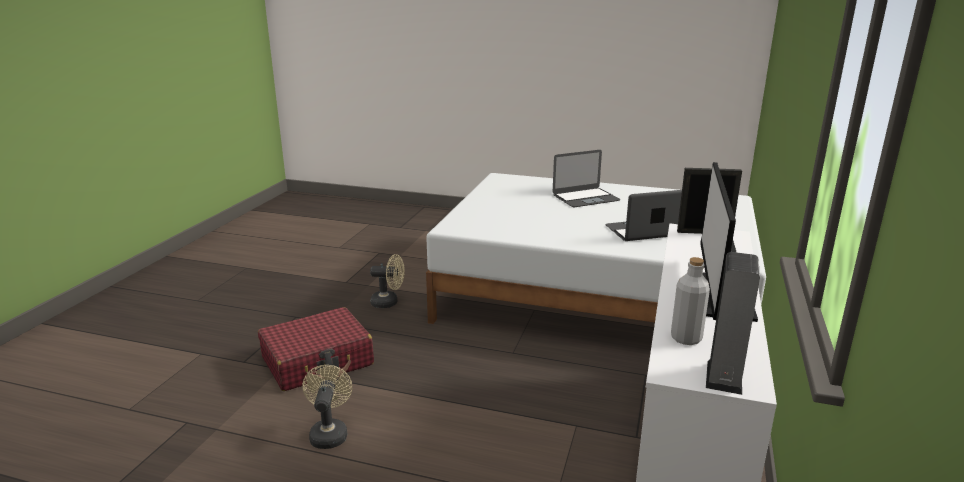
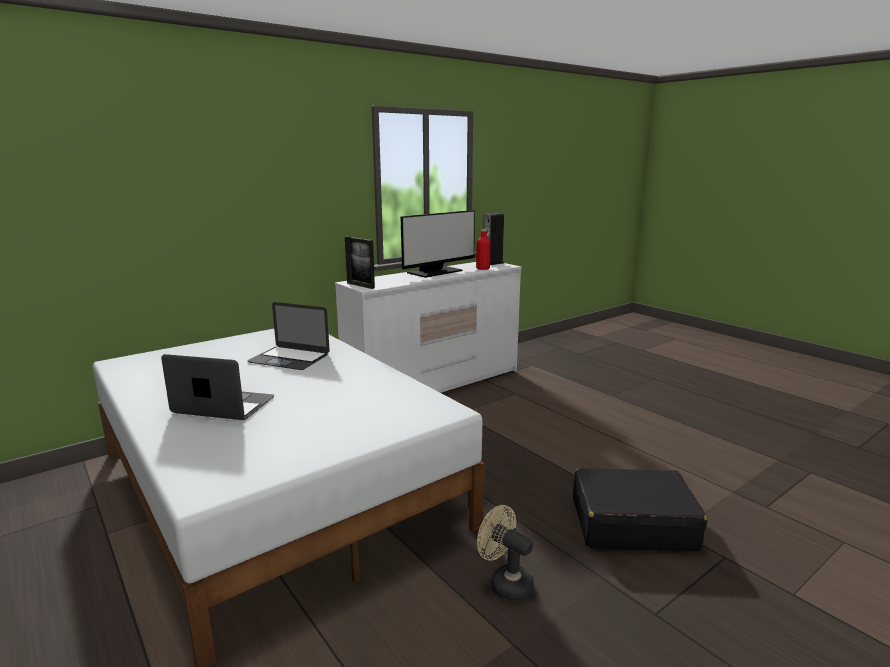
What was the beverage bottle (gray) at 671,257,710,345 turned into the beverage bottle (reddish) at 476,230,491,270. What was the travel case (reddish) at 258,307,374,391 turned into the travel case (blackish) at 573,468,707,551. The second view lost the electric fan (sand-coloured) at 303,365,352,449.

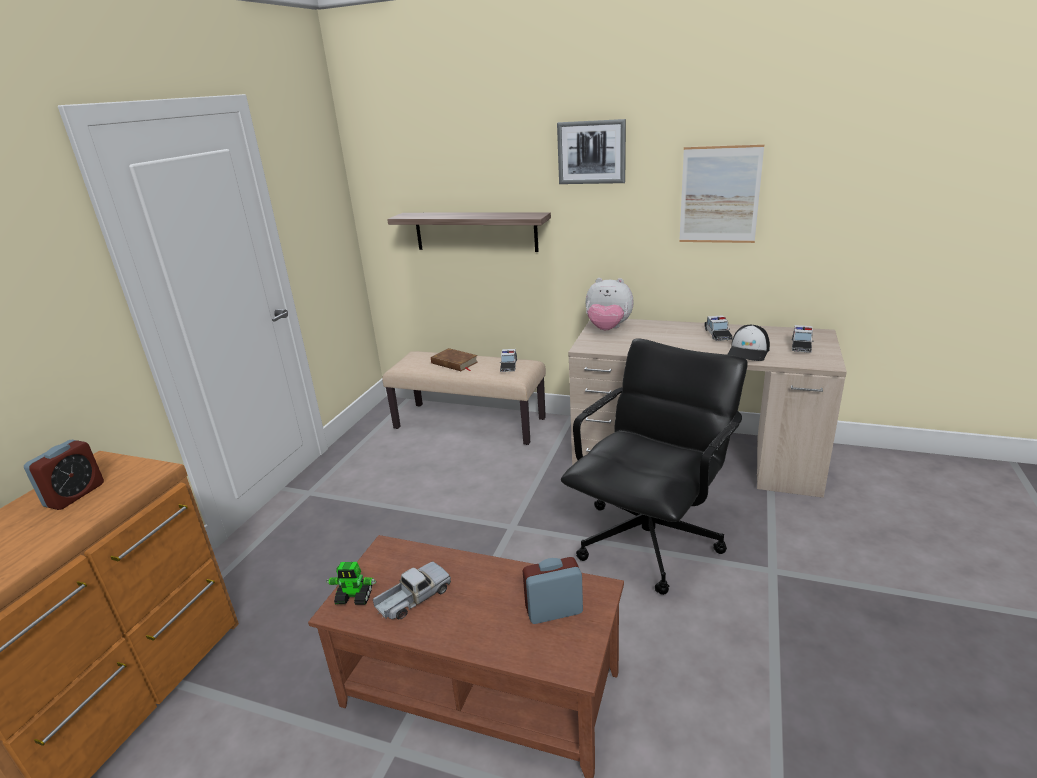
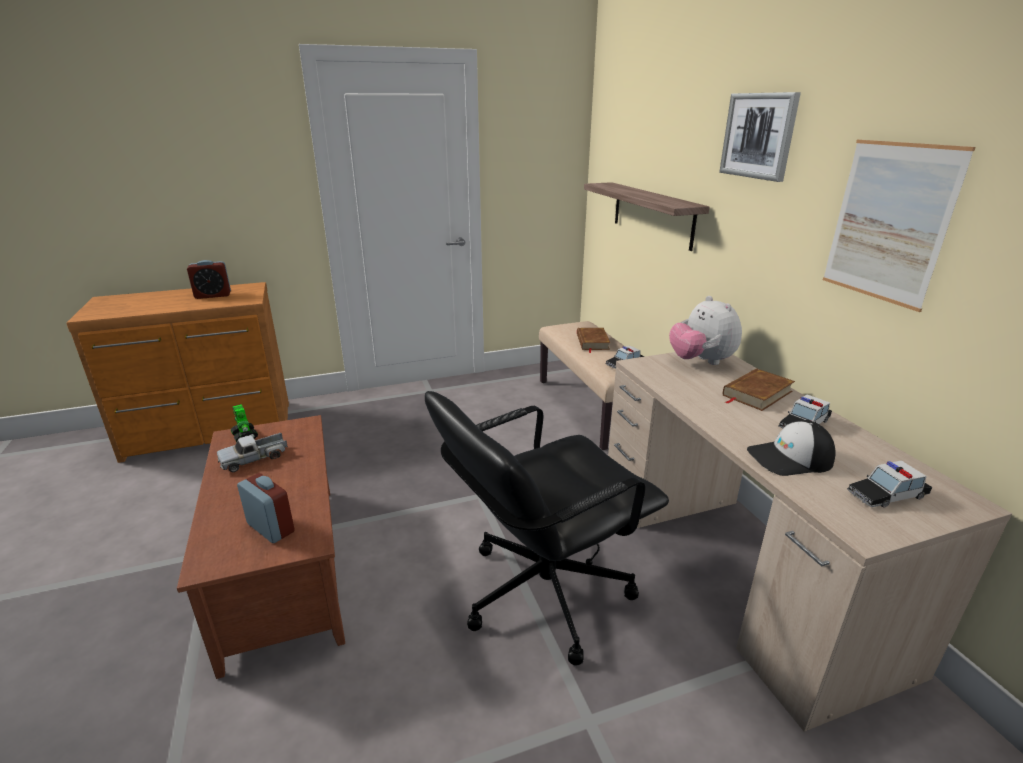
The office chair (blackish) at 561,338,748,595 ended up facing another way, 150 degrees clockwise from before. The toy truck at 373,562,451,620 ended up facing another way, 135 degrees clockwise from before. The second view gained the volume (brownish) at 723,368,795,411.

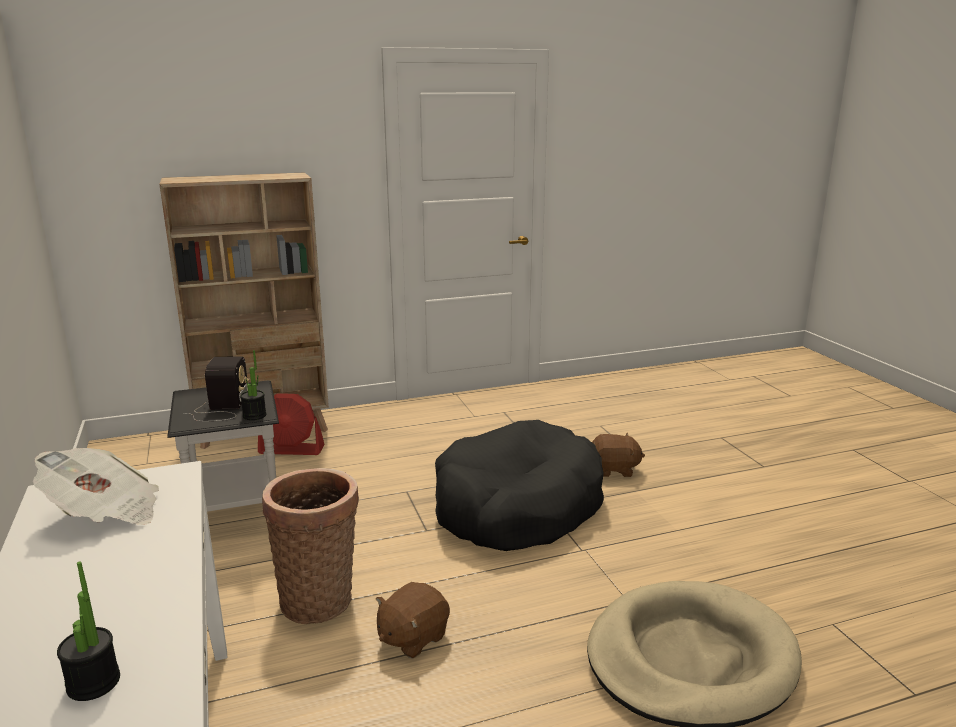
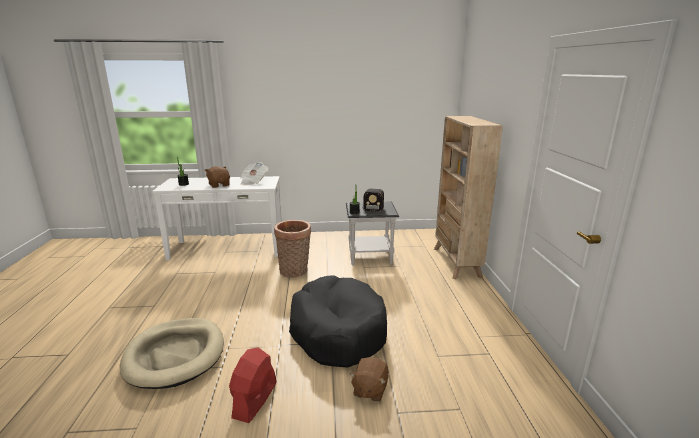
The electric fan (reddish) ended up elsewhere, having gone from 258,393,325,455 to 229,347,277,423. The soft toy (brownish) ended up elsewhere, having gone from 376,582,450,658 to 205,166,230,188.

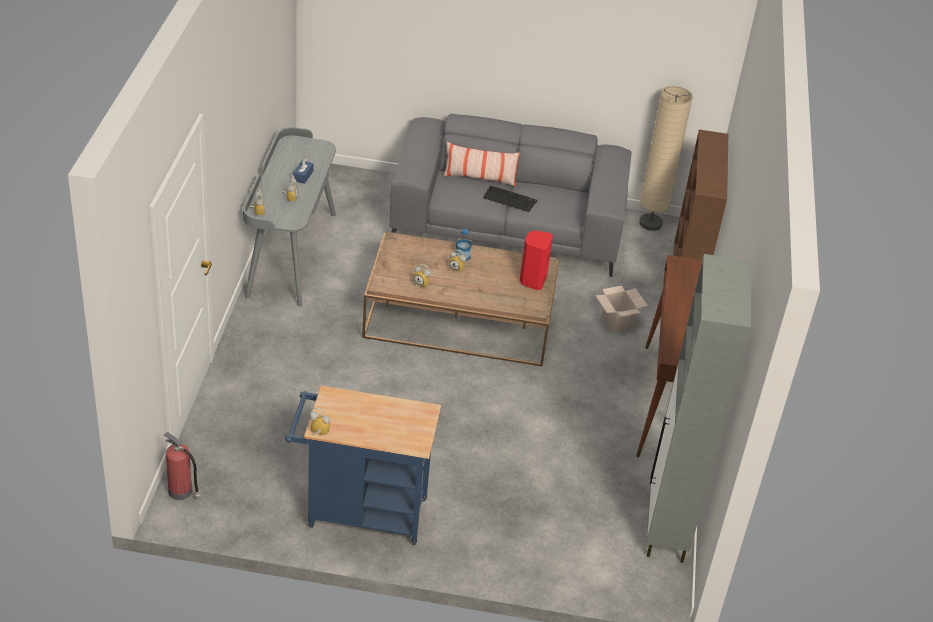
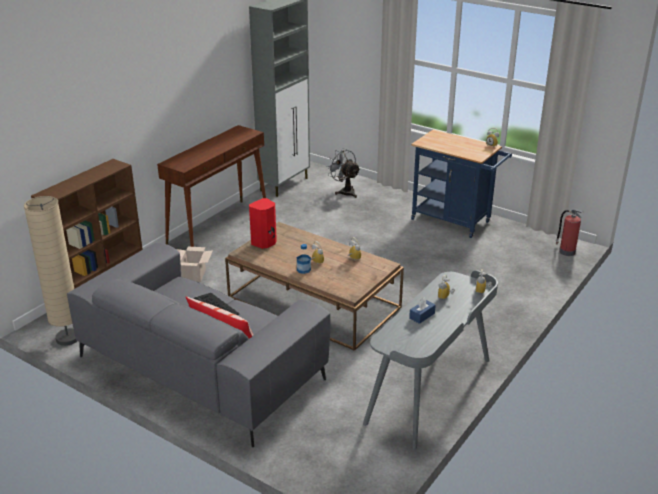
The second view gained the electric fan (gray) at 326,148,360,198.

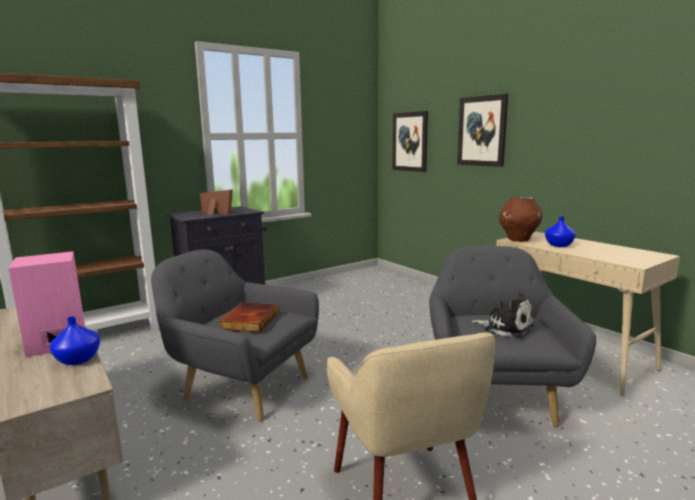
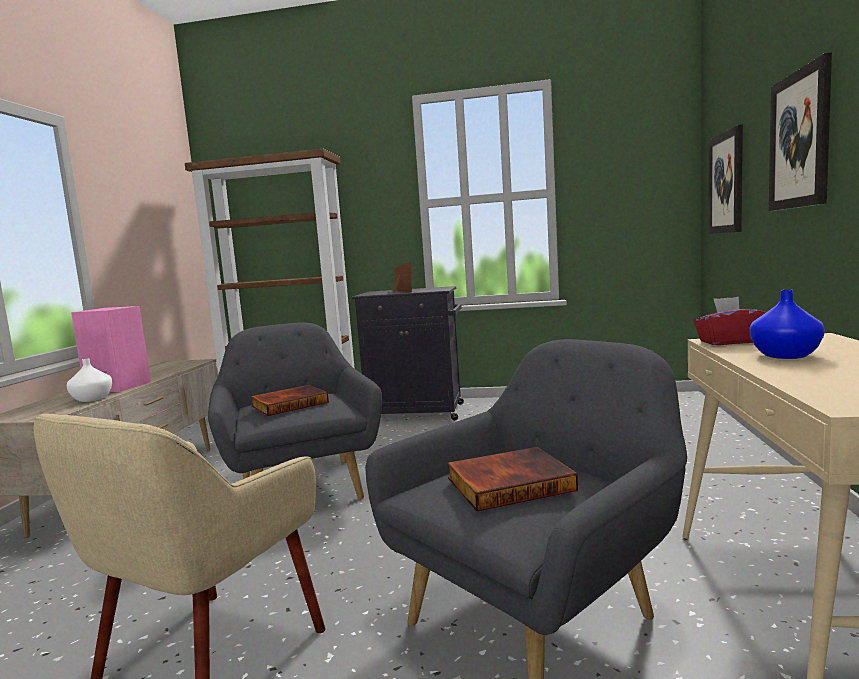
Where the flower vase (brownish) stood at 499,197,542,242, the tissue holder (reddish) came to stand at 694,297,766,345. Where the soft toy stood at 472,293,533,338, the volume came to stand at 447,447,578,511. What was the flower vase (blue-coloured) at 50,316,100,365 turned into the flower vase (whitish) at 67,359,112,402.

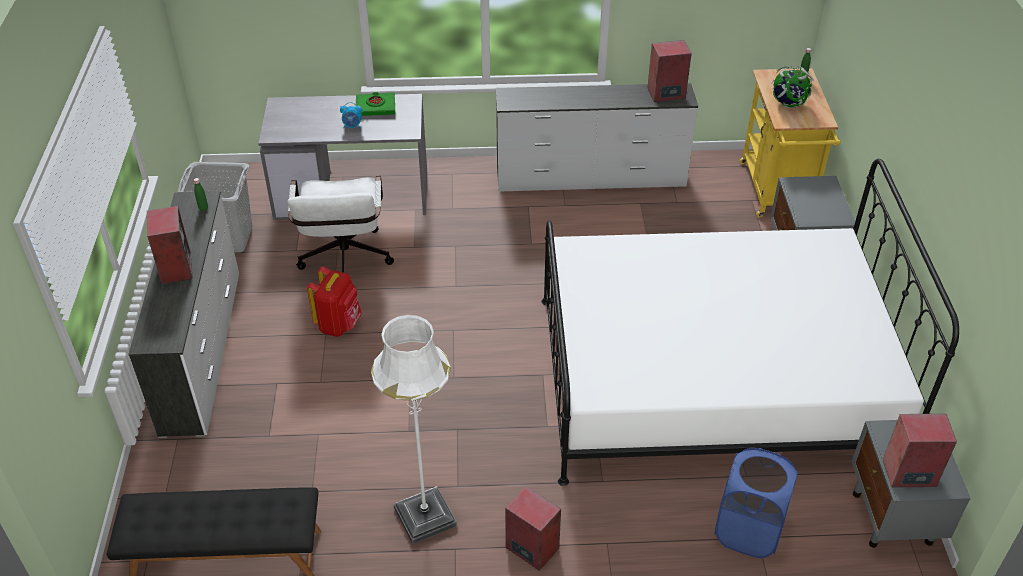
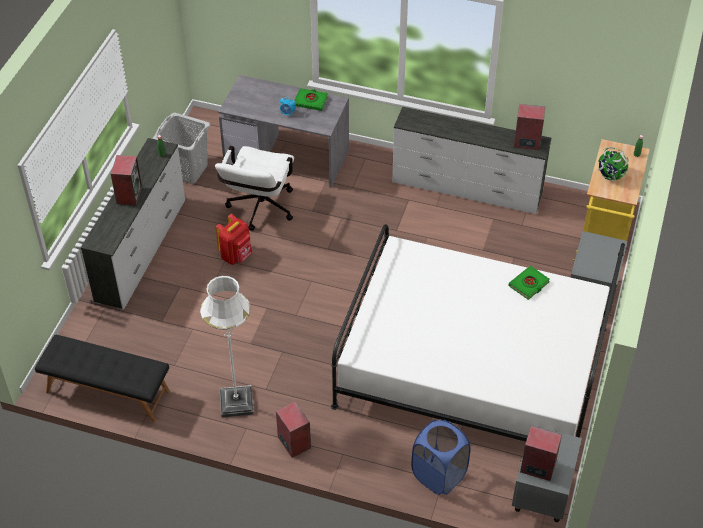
The second view gained the volume (green-coloured) at 508,266,550,300.

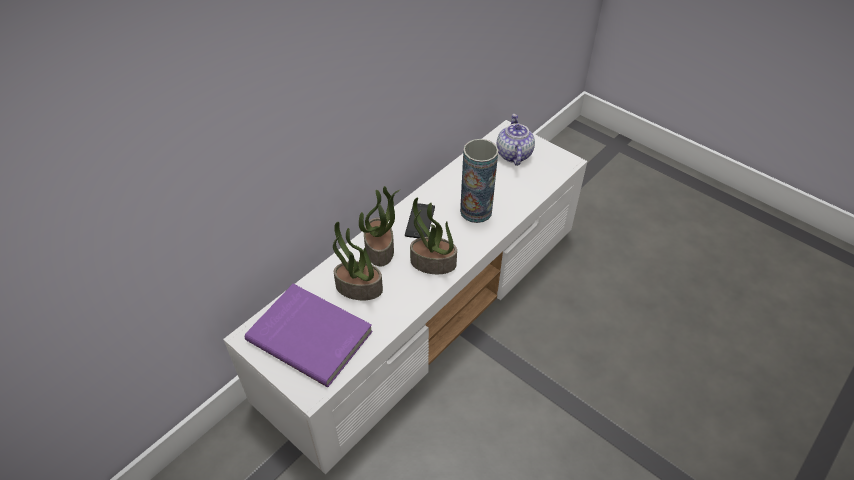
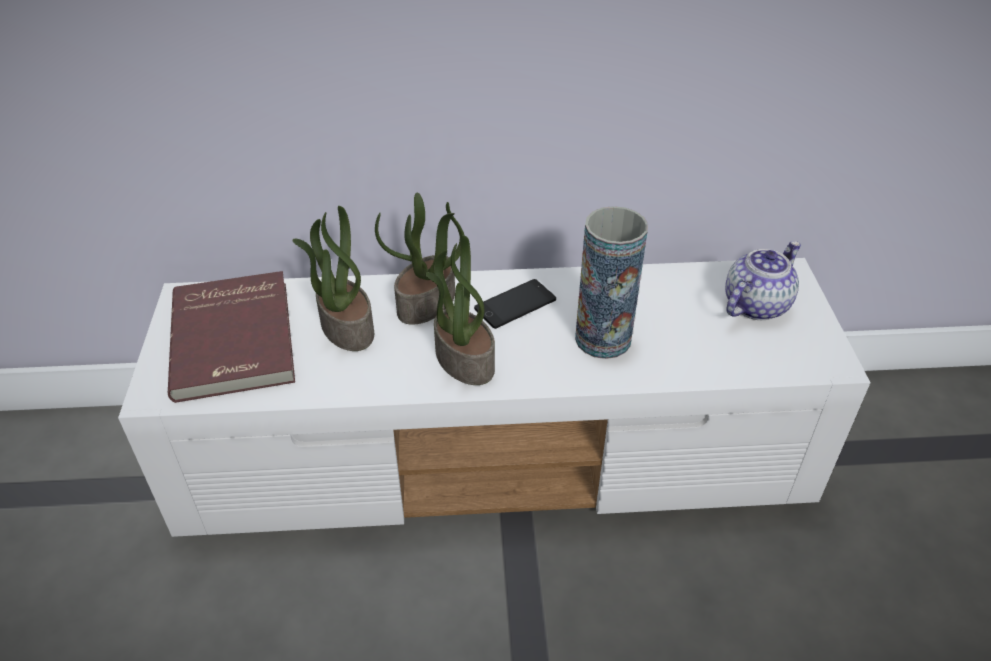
What was the volume (purple-coloured) at 245,284,373,387 turned into the volume (reddish) at 168,271,295,403.

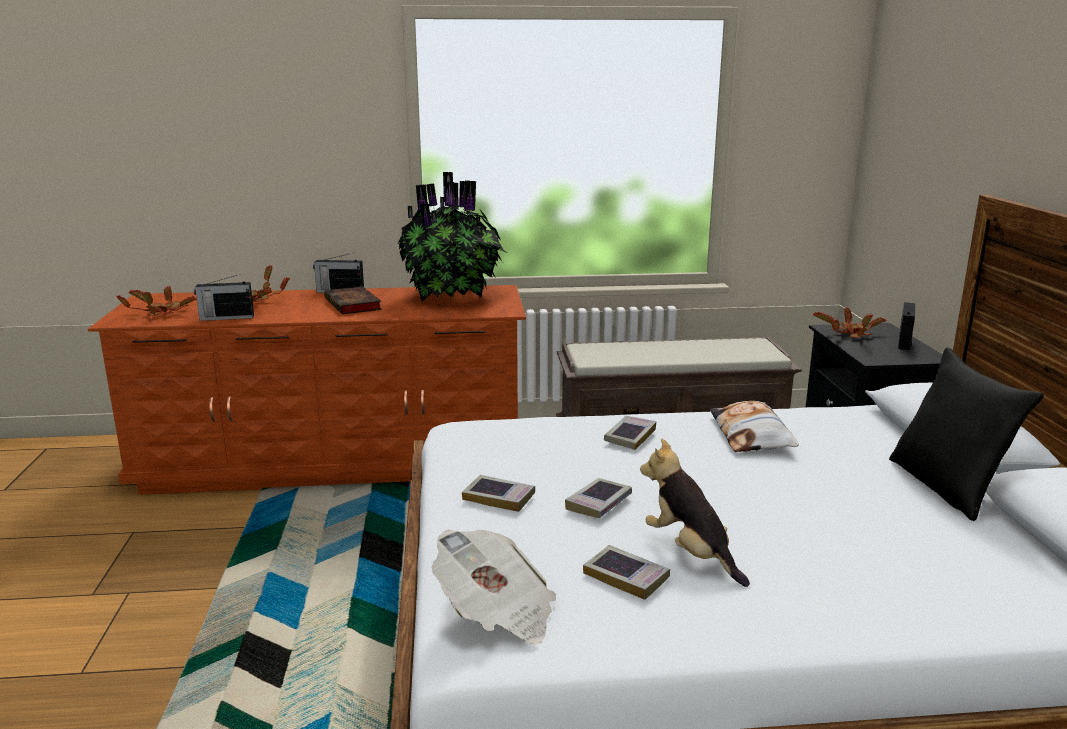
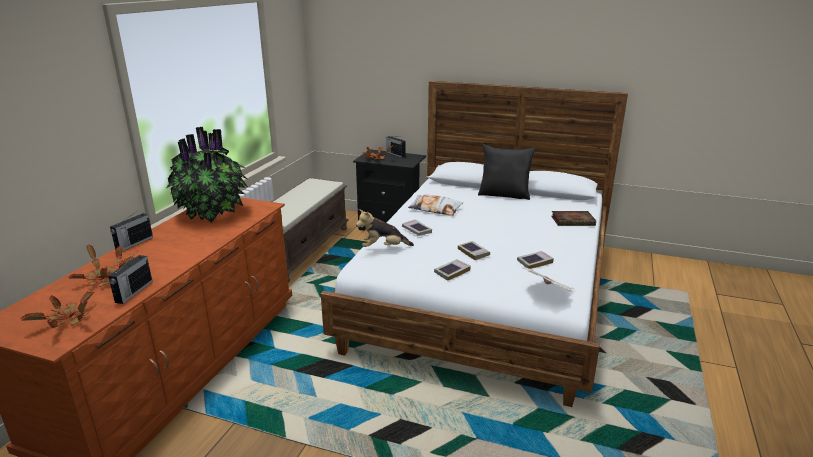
The volume ended up elsewhere, having gone from 324,286,382,314 to 551,211,596,226. The soft toy ended up elsewhere, having gone from 640,439,750,587 to 356,209,414,247.

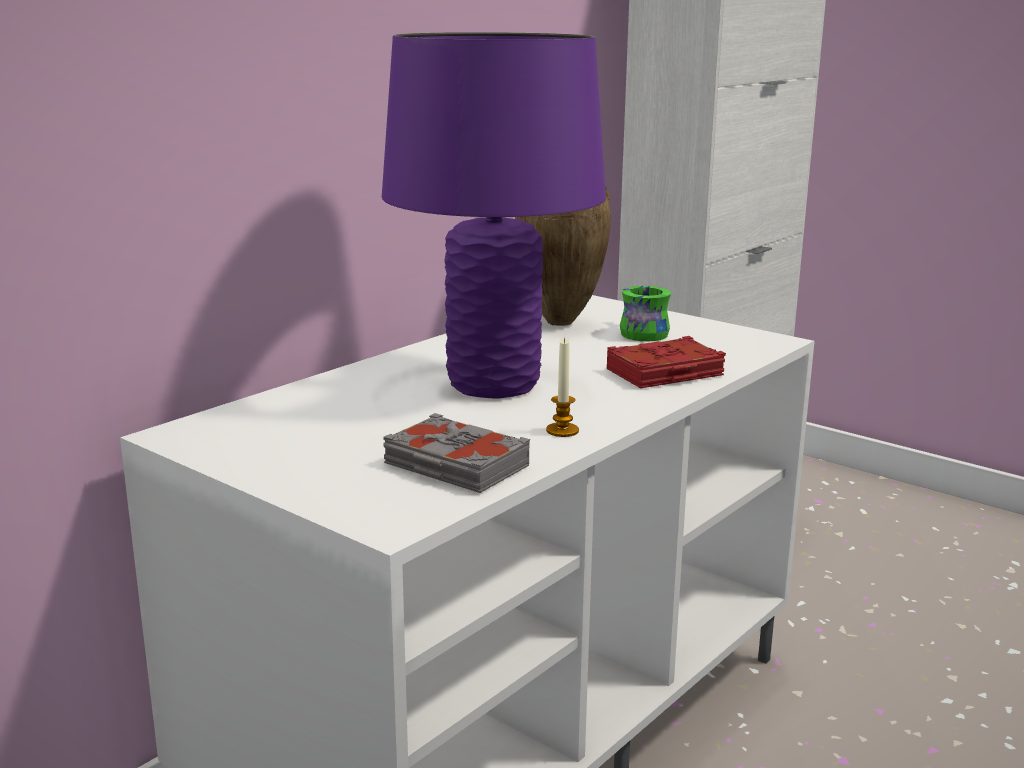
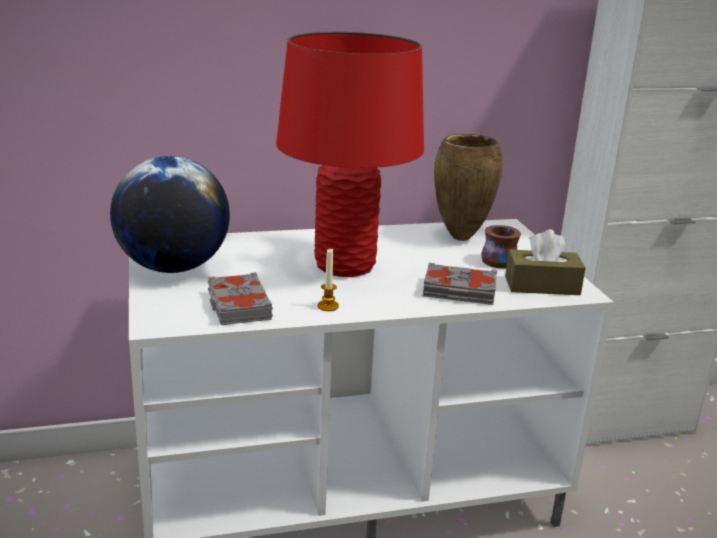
What was the tabletop lamp (purple-coloured) at 382,32,606,399 turned into the tabletop lamp (reddish) at 276,32,424,277. What was the tea mug (green-coloured) at 620,286,671,341 turned into the tea mug (brownish) at 481,225,521,269. What was the volume (reddish) at 607,336,726,388 turned into the volume (gray) at 423,263,497,305. The second view gained the world globe at 110,156,230,273. The second view gained the tissue holder (brownish) at 505,229,586,295.

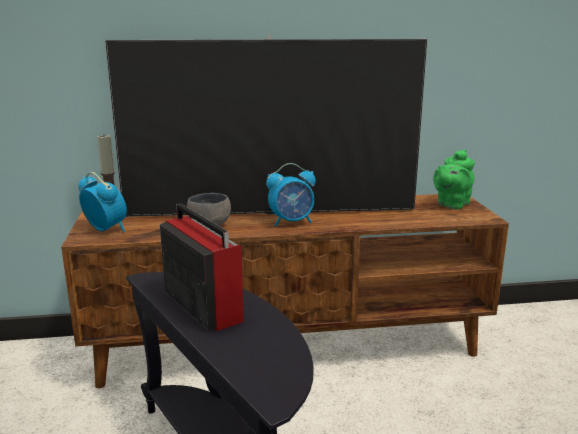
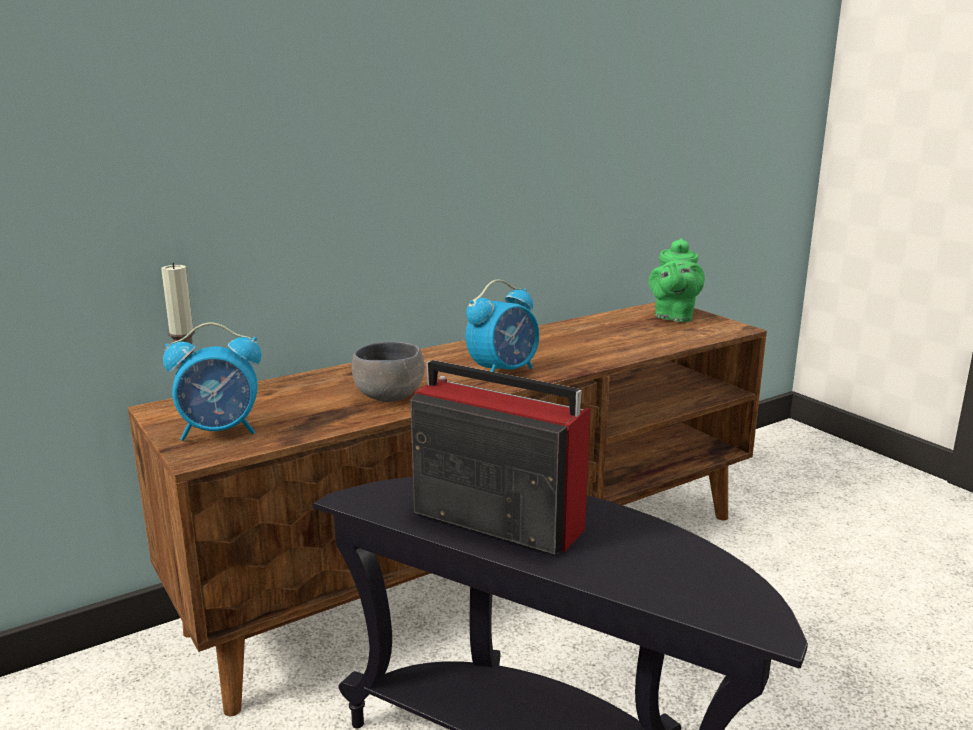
The second view lost the TV at 105,35,427,217. The table clock at 78,172,127,232 ended up facing another way, 150 degrees clockwise from before.

